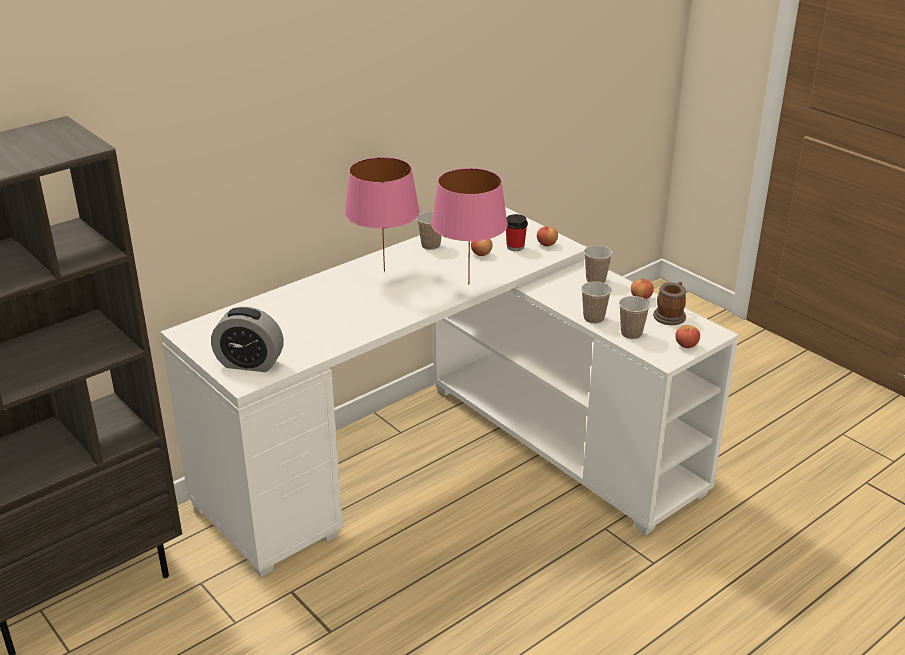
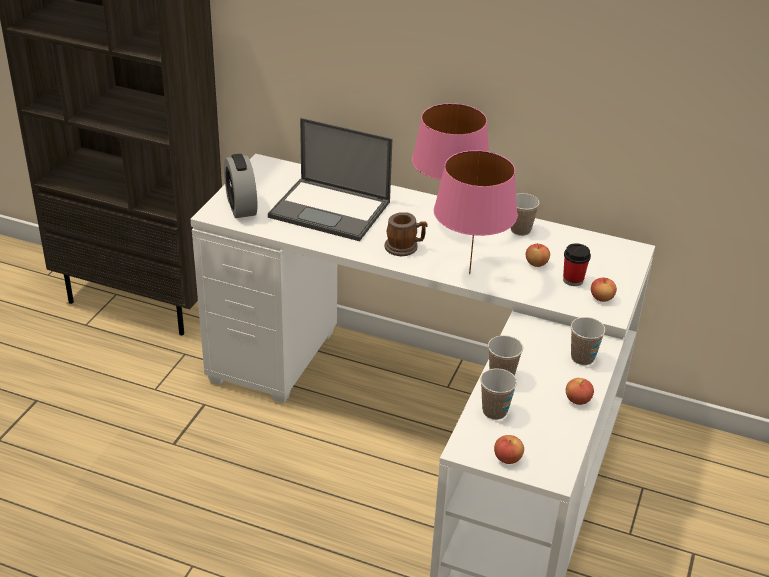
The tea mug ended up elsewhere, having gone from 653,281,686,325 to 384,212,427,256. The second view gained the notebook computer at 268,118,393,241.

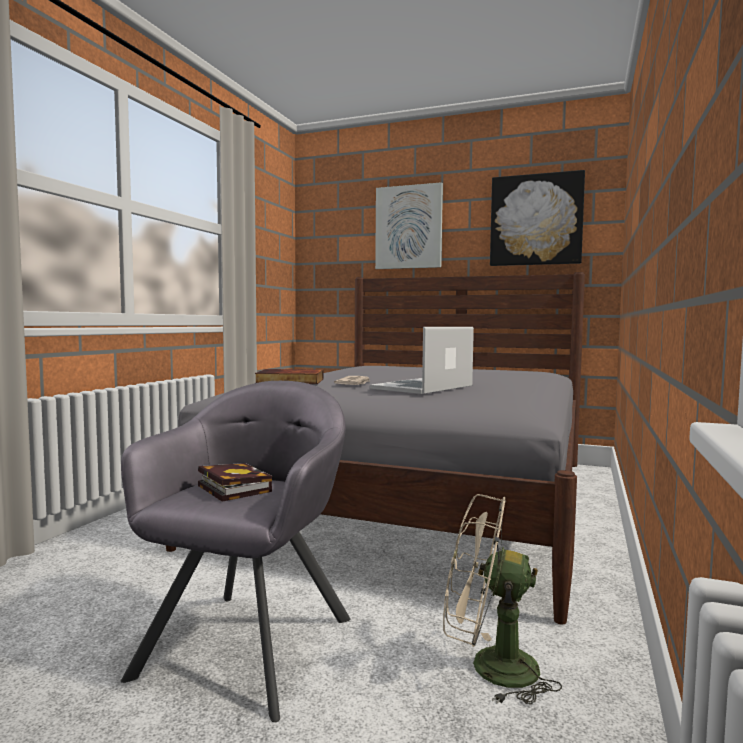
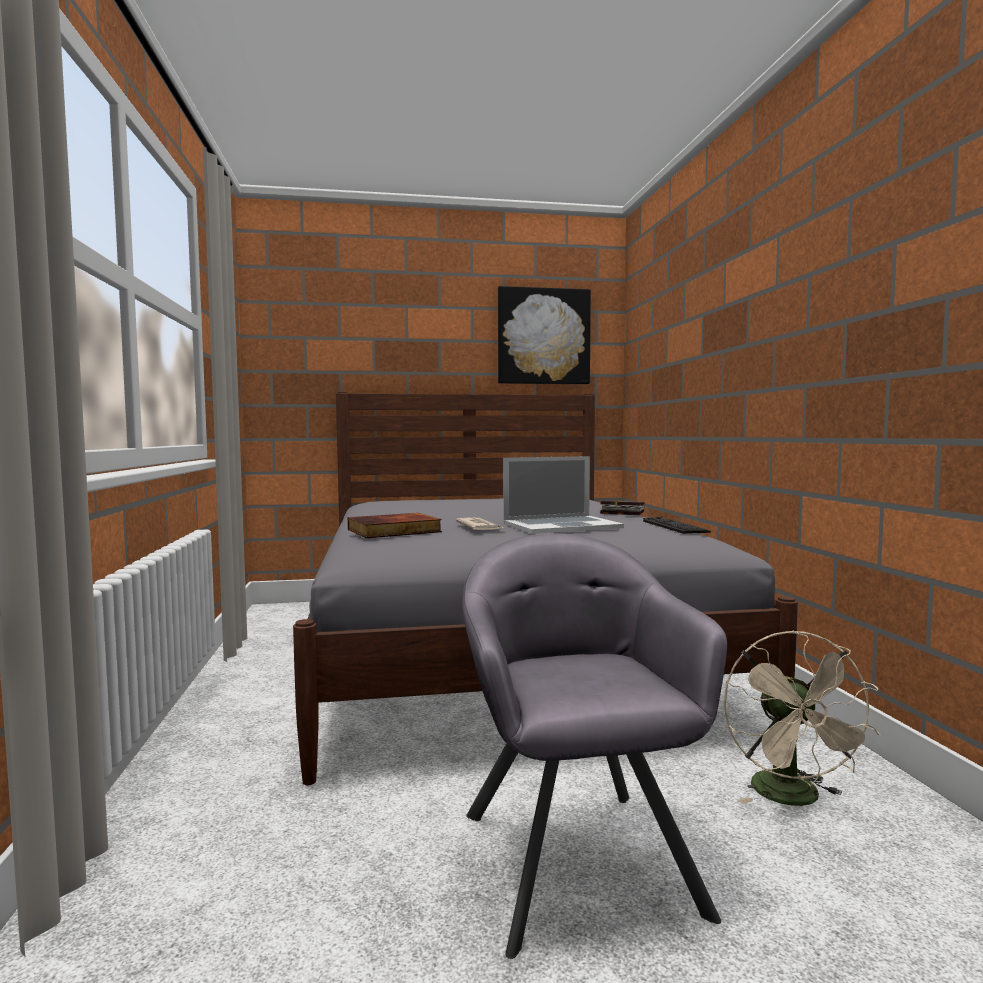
The second view lost the wall art at 375,182,443,269. The notebook computer at 370,327,474,394 ended up facing another way, 120 degrees counterclockwise from before. The volume ended up elsewhere, having gone from 198,463,272,502 to 600,501,644,515. The electric fan (sand-coloured) at 443,494,562,705 ended up facing another way, 75 degrees counterclockwise from before. The second view gained the computer keyboard at 643,516,711,534.

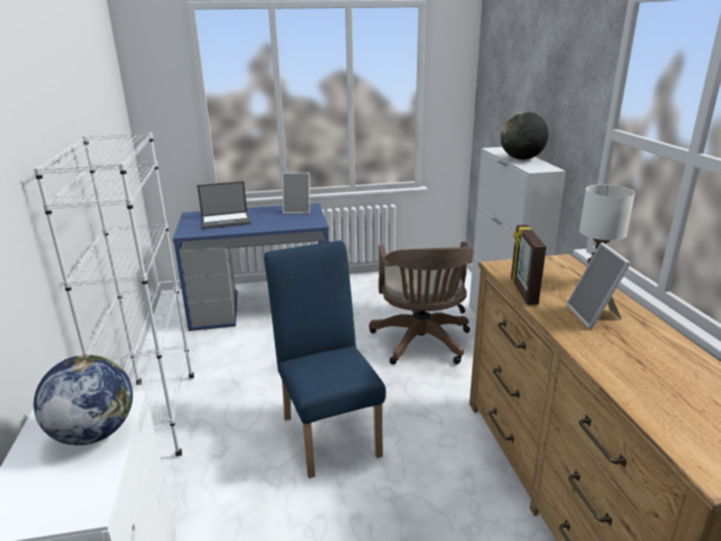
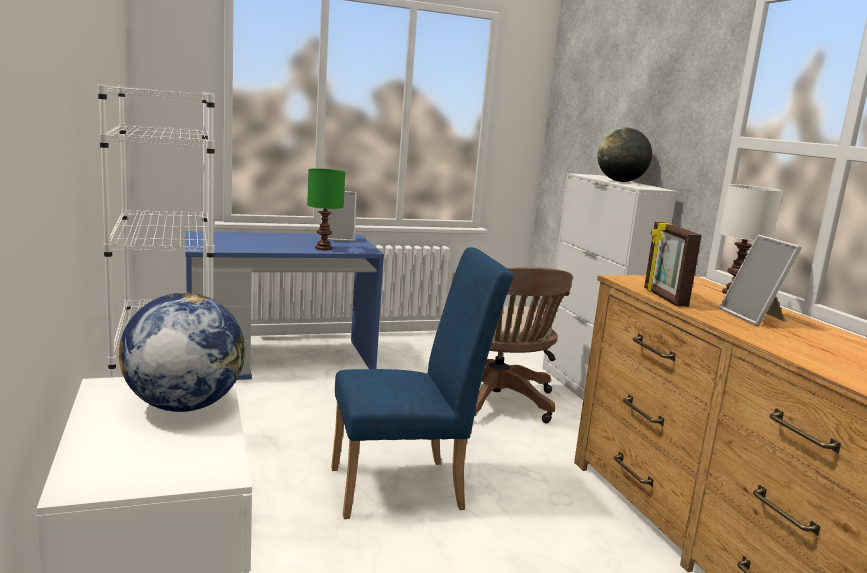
The second view lost the notebook computer at 197,181,251,229. The chair (blue-coloured) at 264,240,386,478 ended up facing another way, 105 degrees clockwise from before. The second view gained the tabletop lamp (green-coloured) at 307,168,345,250.

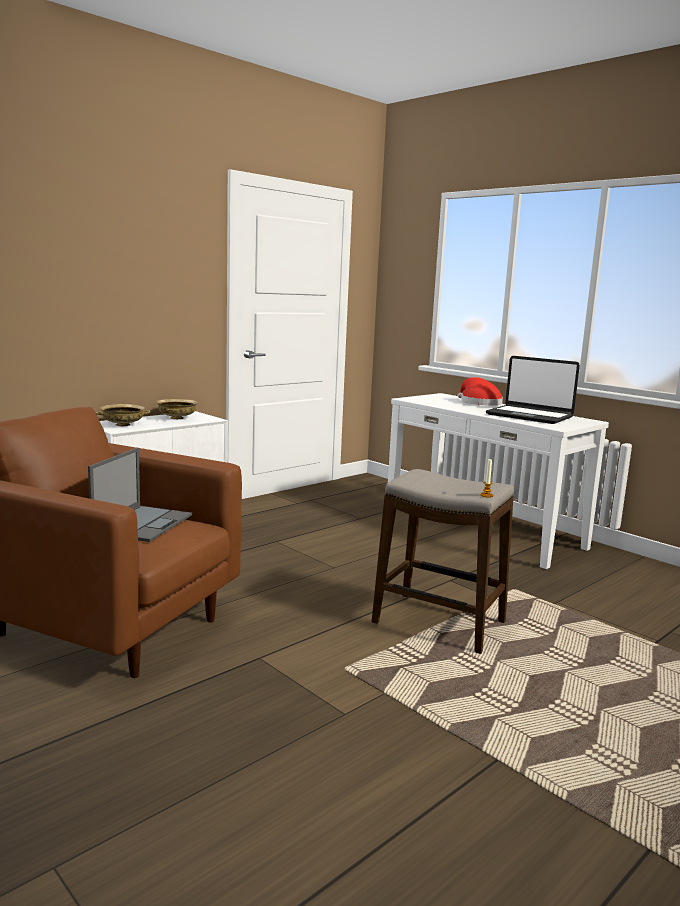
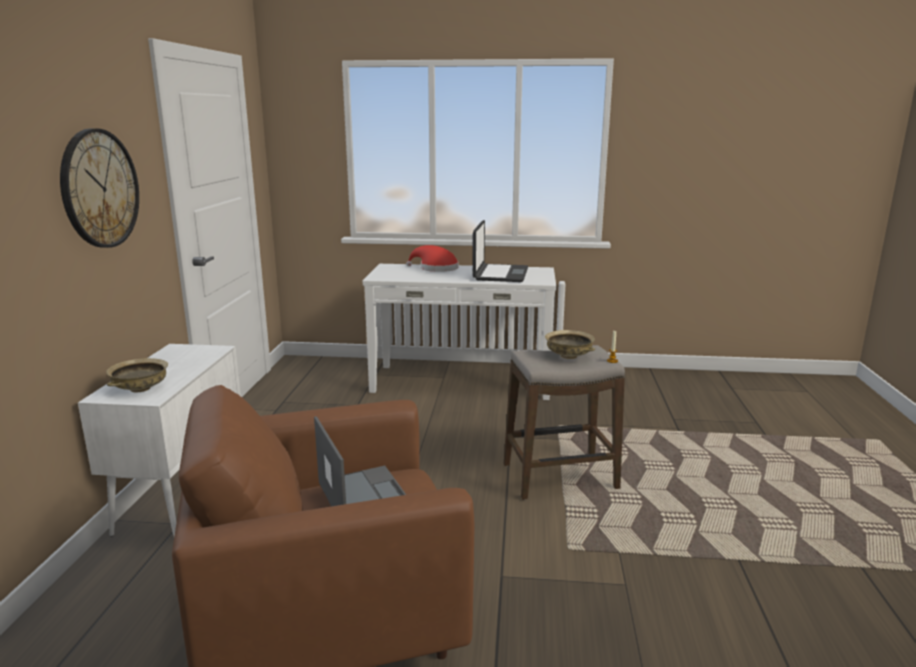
The notebook computer at 486,356,580,424 ended up facing another way, 75 degrees counterclockwise from before. The serving bowl (sand-coloured) ended up elsewhere, having gone from 156,399,198,419 to 545,330,595,359. The second view gained the wall clock at 60,128,139,248.

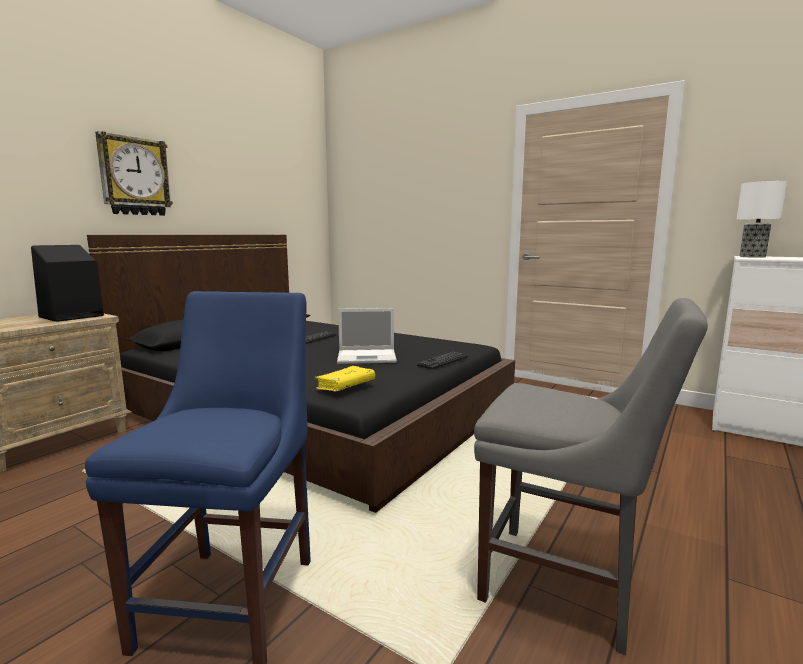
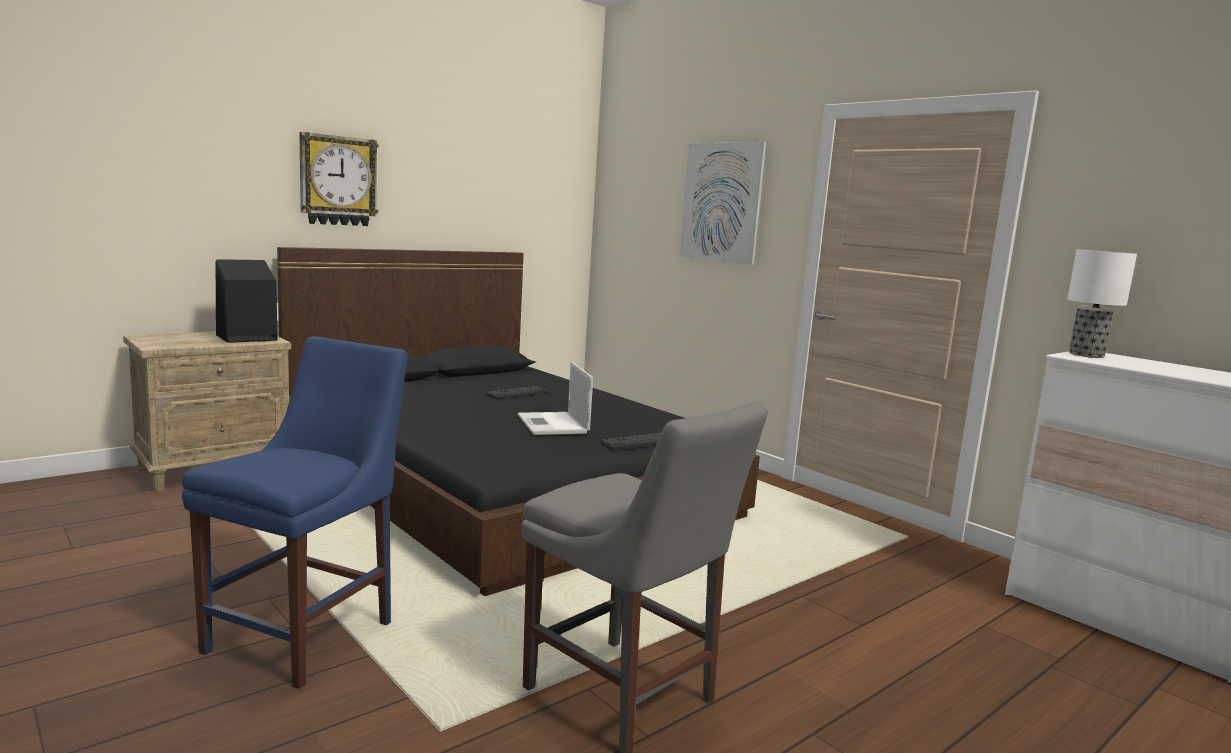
The notebook computer at 337,308,397,364 ended up facing another way, 60 degrees clockwise from before. The second view lost the volume (yellow-coloured) at 315,366,375,391. The second view gained the wall art at 680,142,766,265.

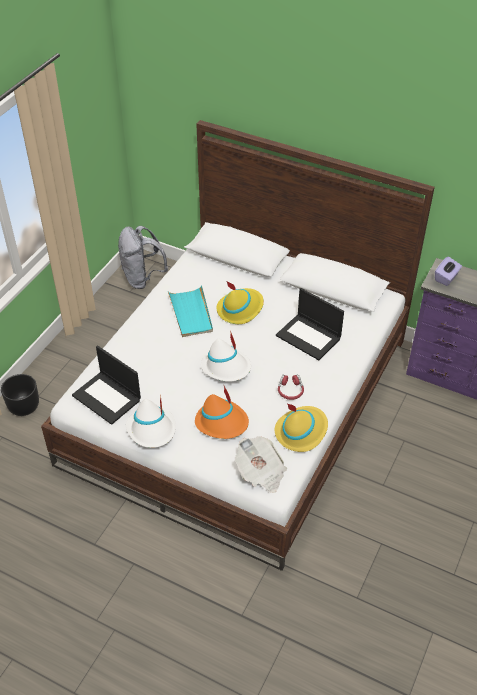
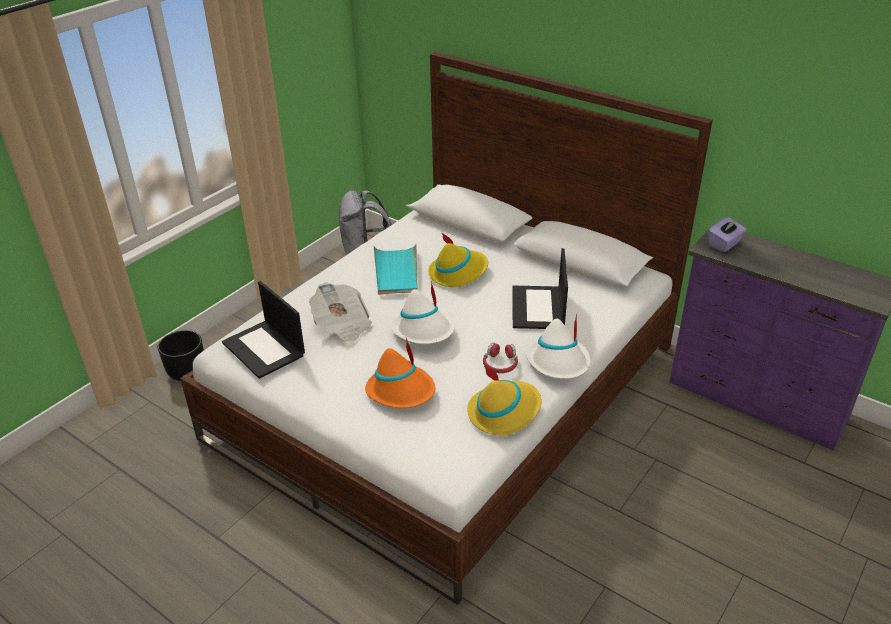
The notebook computer at 276,288,344,360 ended up facing another way, 45 degrees clockwise from before. The hat (whitish) ended up elsewhere, having gone from 126,394,176,448 to 526,314,590,379. The newspaper ended up elsewhere, having gone from 235,436,287,493 to 309,282,372,344.

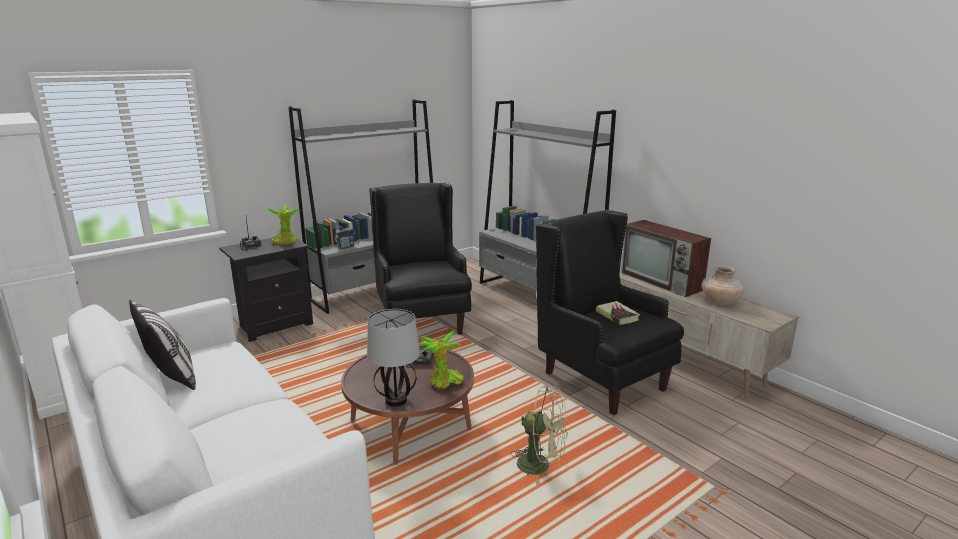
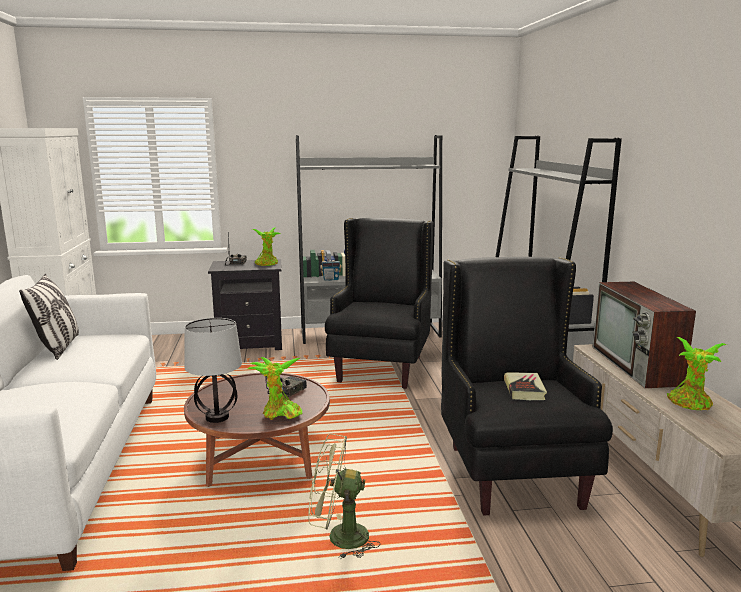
Where the flower vase (sand-coloured) stood at 702,266,744,305, the plant in a pot came to stand at 667,337,727,410. The electric fan (green-coloured) at 510,386,567,485 ended up facing another way, 135 degrees clockwise from before.

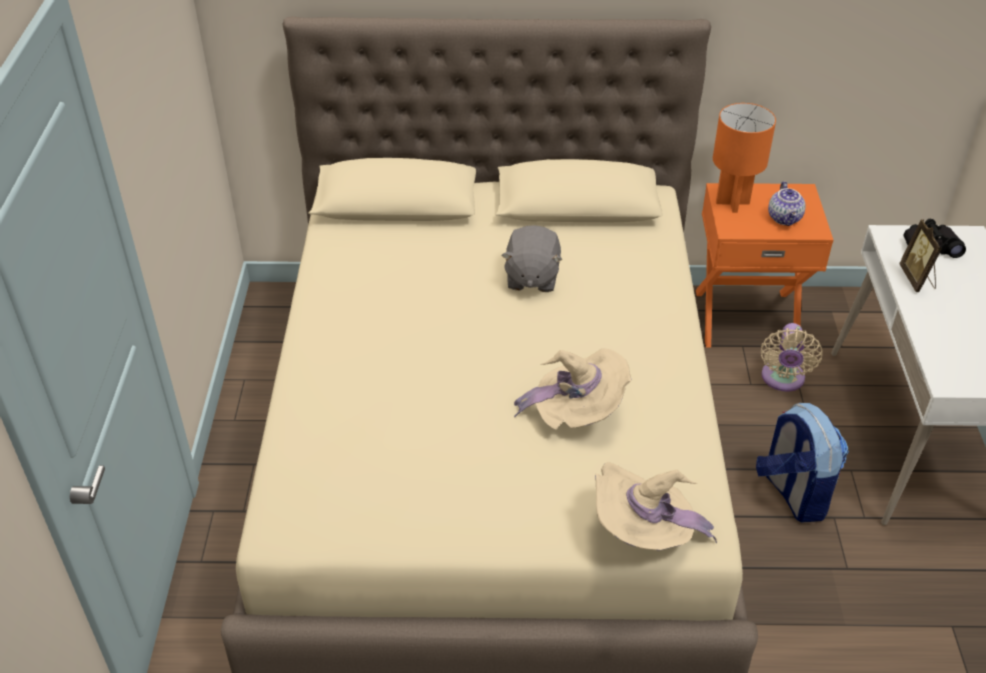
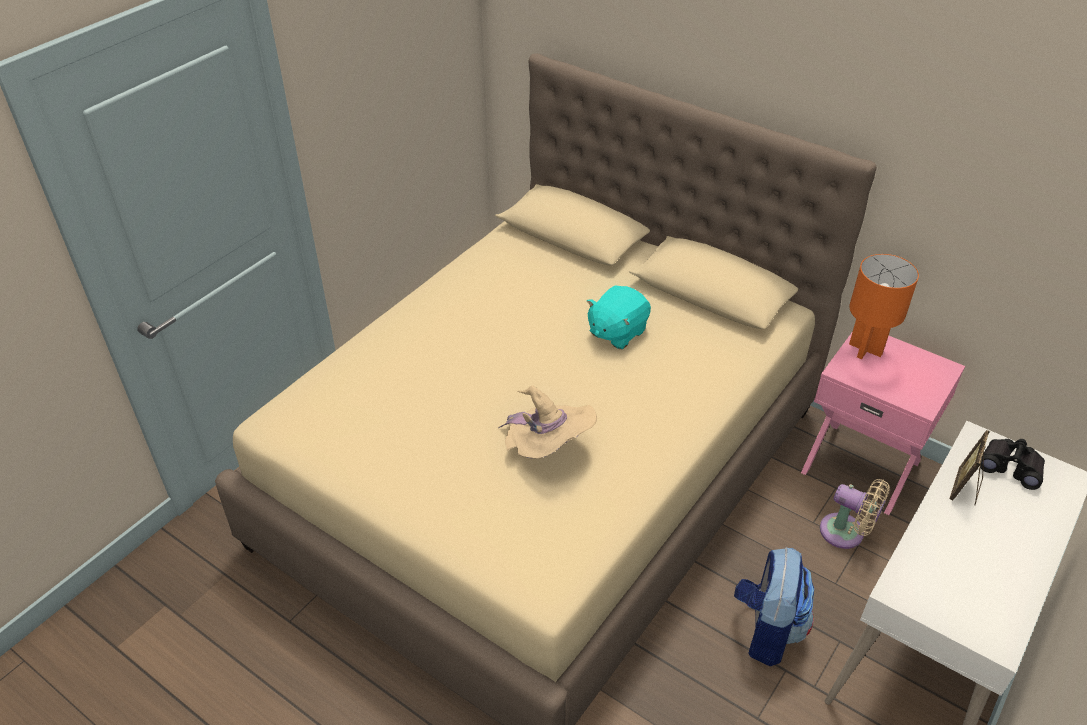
The second view lost the tea pot at 768,181,806,226. What was the nightstand (orangey) at 696,183,834,347 turned into the nightstand (pink-coloured) at 801,331,965,515. What was the soft toy (gray) at 501,225,562,292 turned into the soft toy (blue-green) at 587,285,651,349. The electric fan (sand-coloured) at 761,323,823,392 ended up facing another way, 105 degrees counterclockwise from before. The second view lost the hat (sand-coloured) at 595,462,717,551.

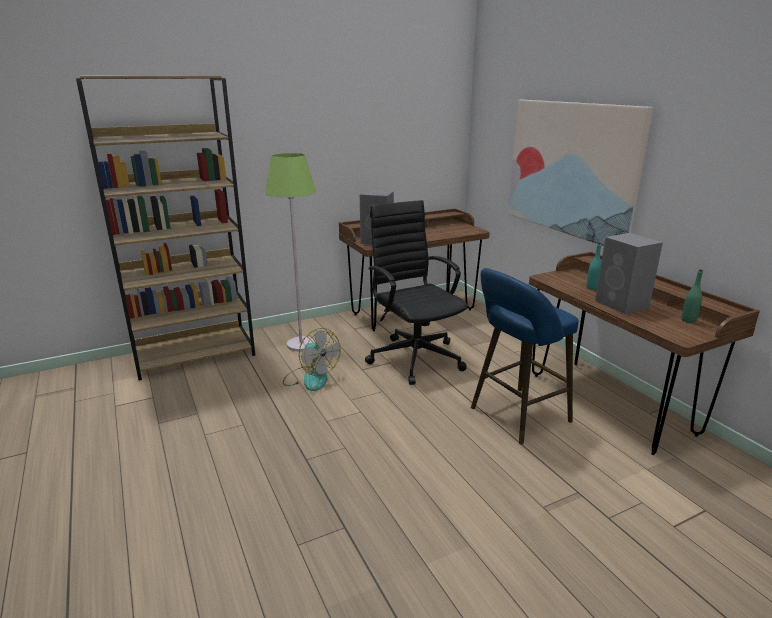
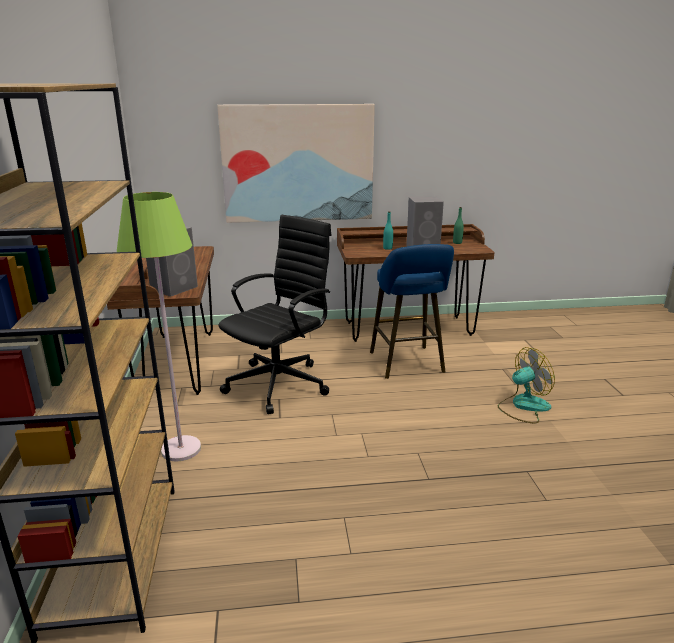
The office chair (blackish) at 365,200,468,385 ended up facing another way, 135 degrees clockwise from before. The electric fan ended up elsewhere, having gone from 283,328,341,391 to 498,347,555,424.

